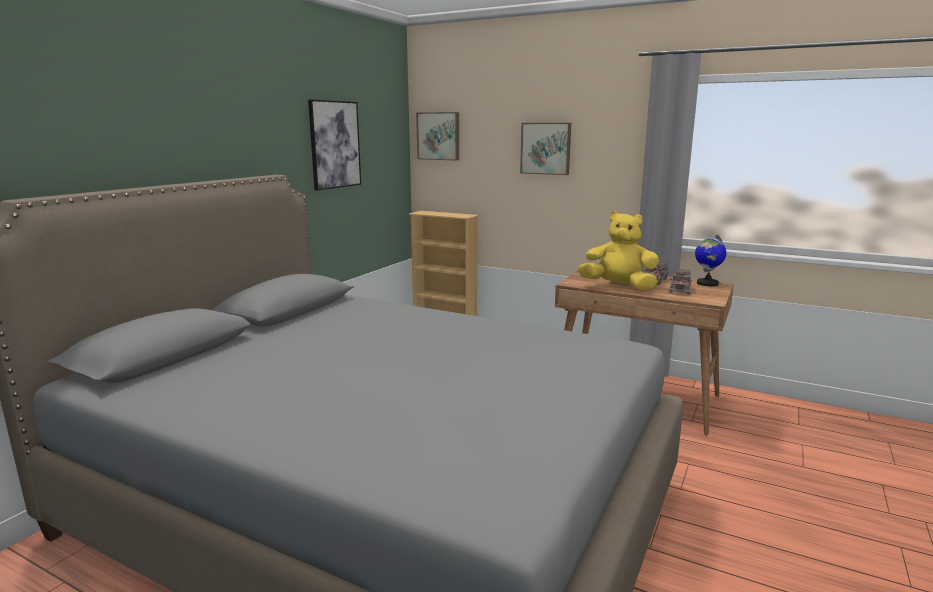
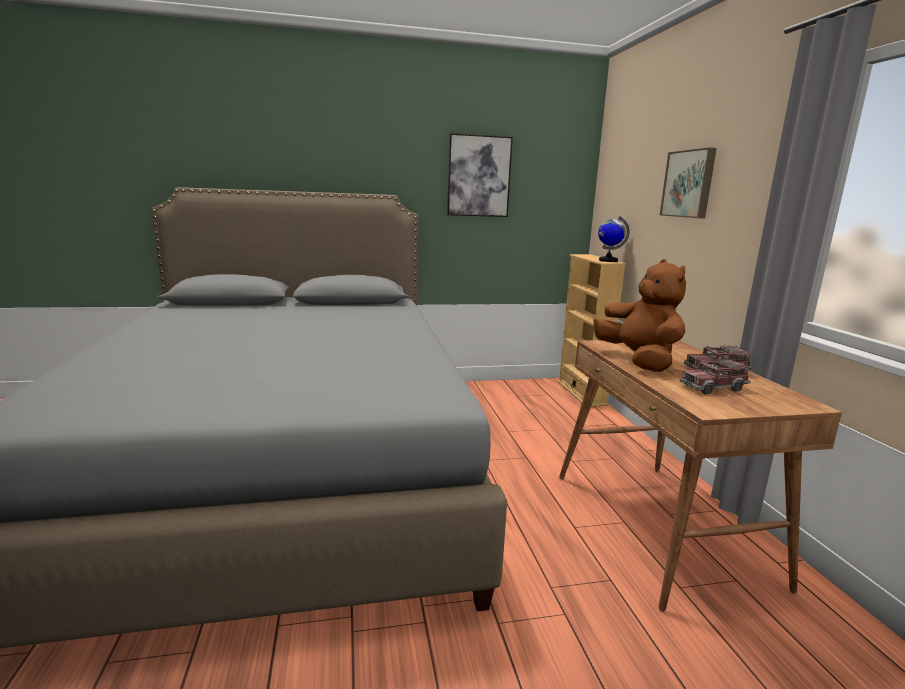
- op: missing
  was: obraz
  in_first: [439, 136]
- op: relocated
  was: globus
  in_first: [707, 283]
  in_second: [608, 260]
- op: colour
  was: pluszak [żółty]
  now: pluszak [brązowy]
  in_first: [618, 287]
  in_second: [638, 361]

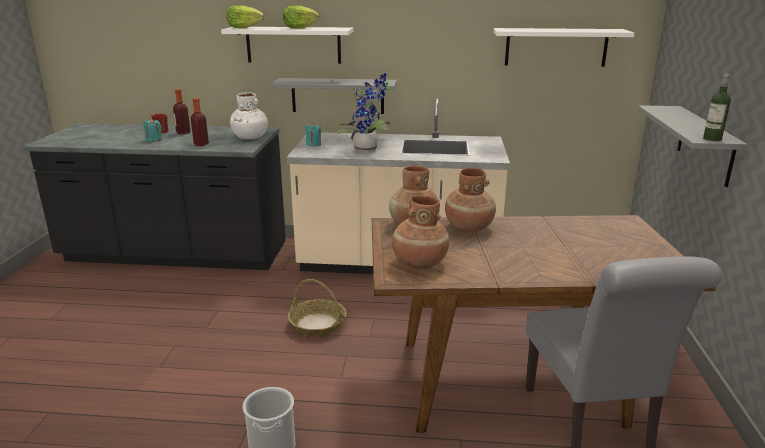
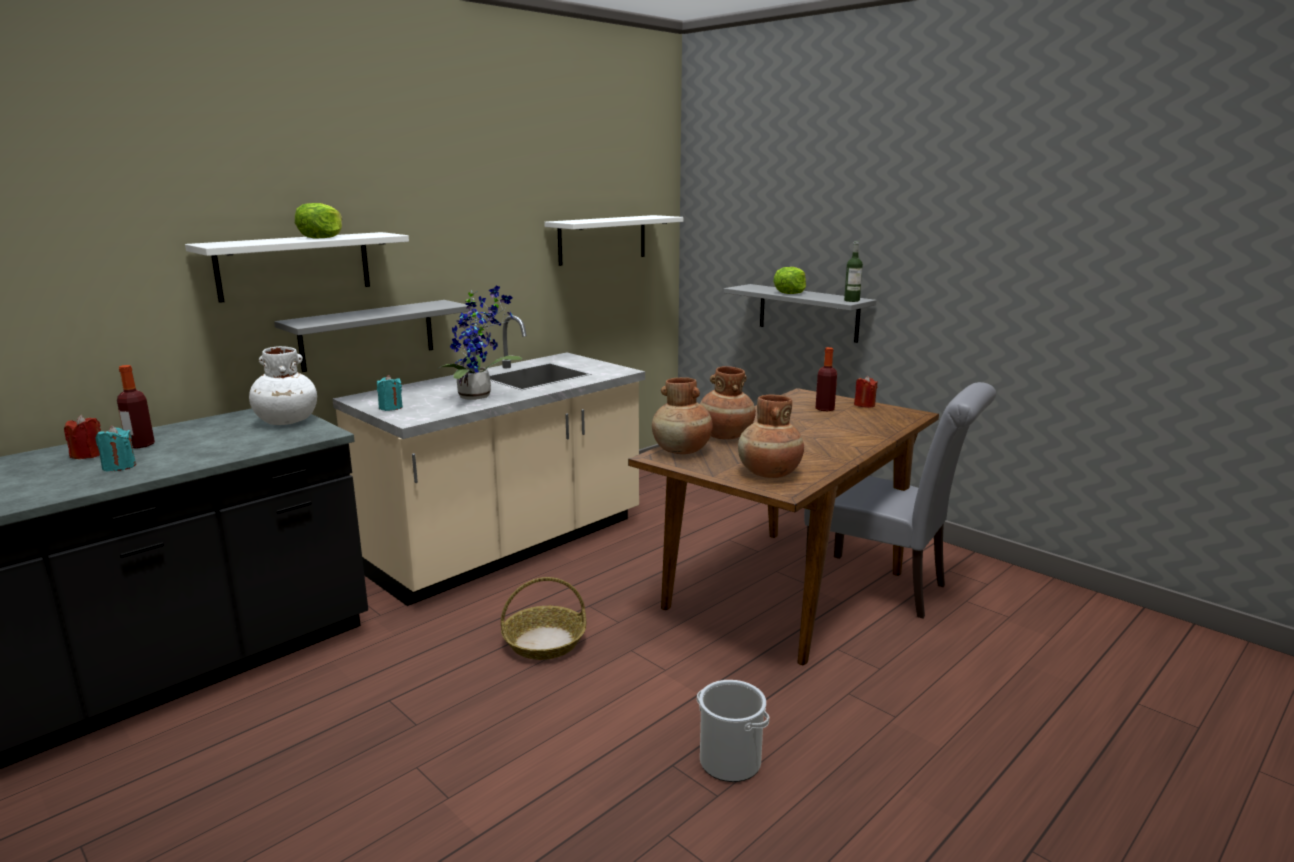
- op: appeared
  now: świeca [czerwony]
  in_second: [864, 405]
- op: relocated
  was: butelka
  in_first: [201, 144]
  in_second: [825, 409]
- op: relocated
  was: sałata
  in_first: [244, 27]
  in_second: [790, 292]

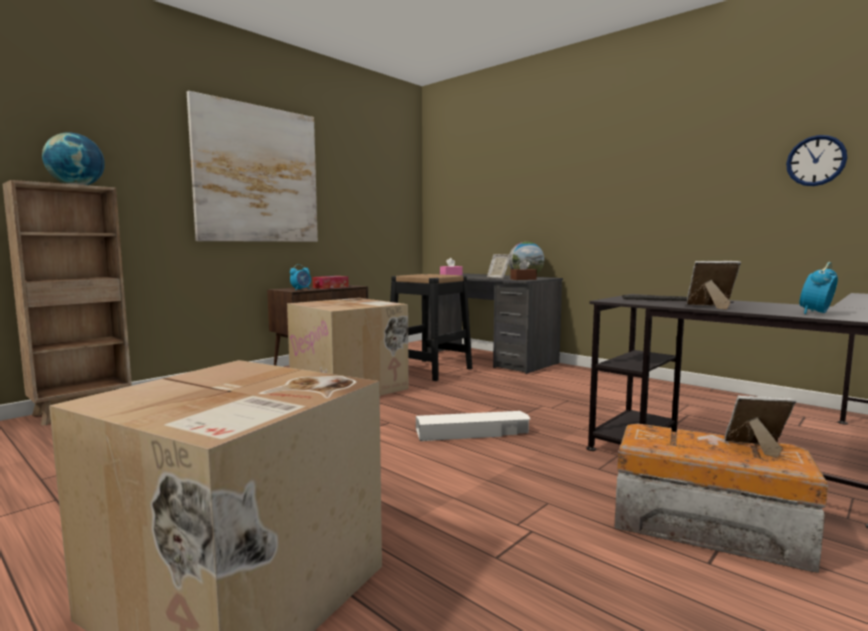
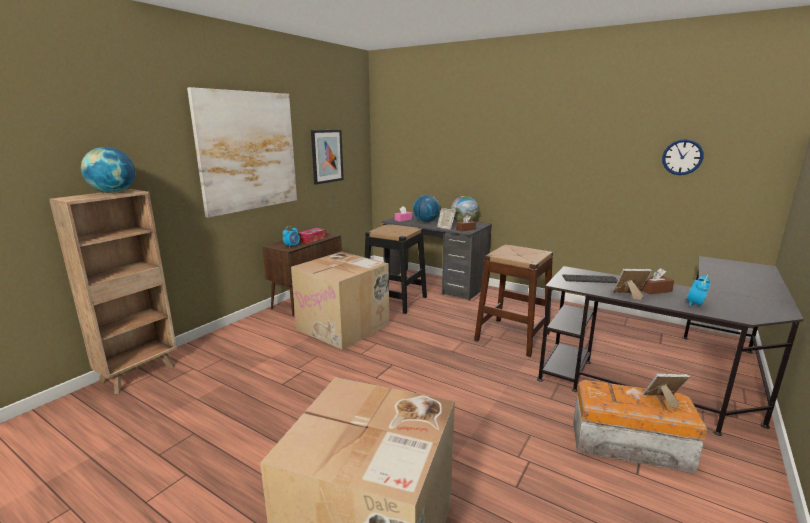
- op: missing
  was: pojemnik do przechowywania [biały]
  in_first: [472, 432]
- op: appeared
  now: obraz
  in_second: [327, 156]
- op: appeared
  now: globus
  in_second: [426, 221]
- op: appeared
  now: stołek [brązowy]
  in_second: [512, 336]
- op: appeared
  now: pudełko chusteczek [brązowy]
  in_second: [655, 290]

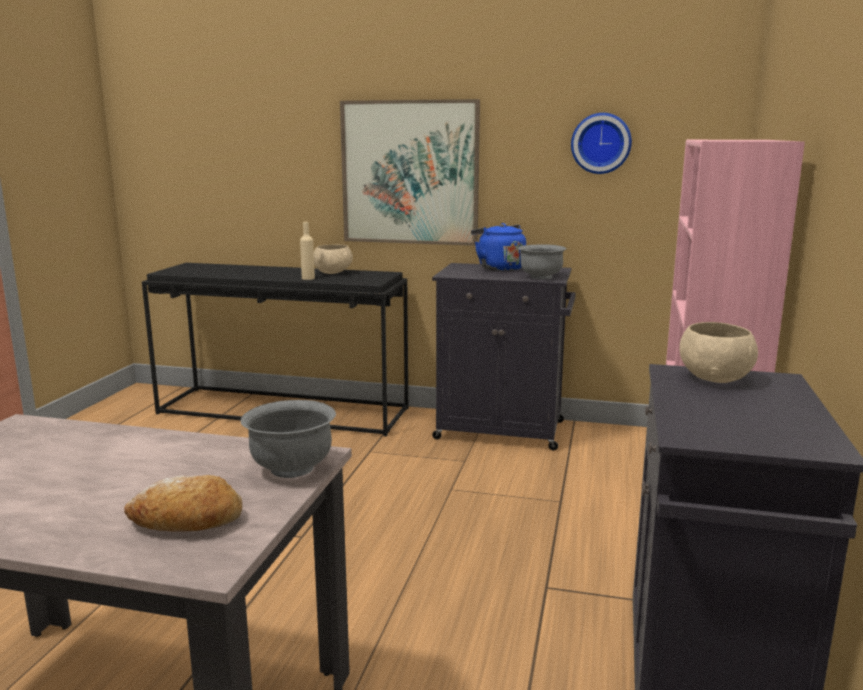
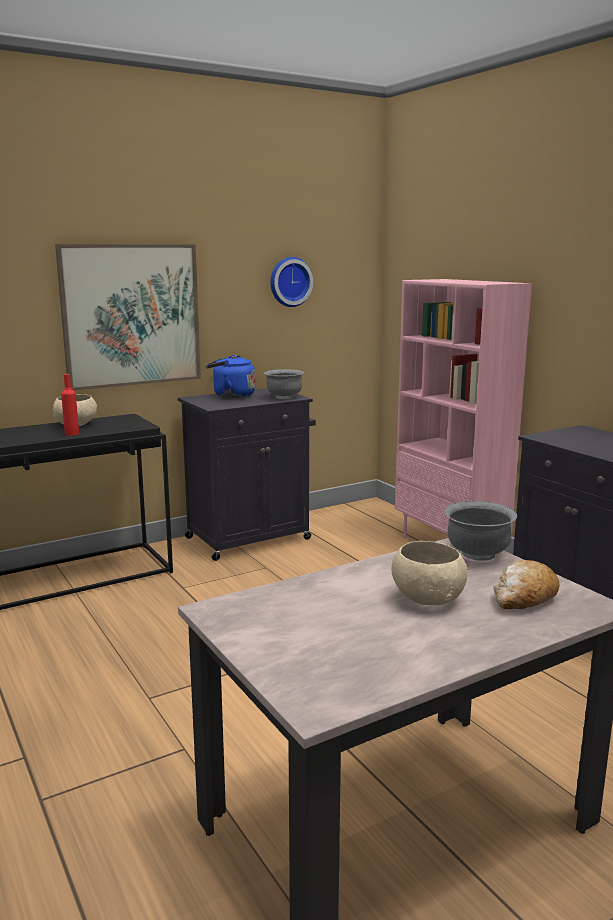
- op: relocated
  was: miska [beżowy]
  in_first: [714, 378]
  in_second: [427, 598]
- op: colour
  was: butelka [beżowy]
  now: butelka [czerwony]
  in_first: [308, 278]
  in_second: [72, 434]

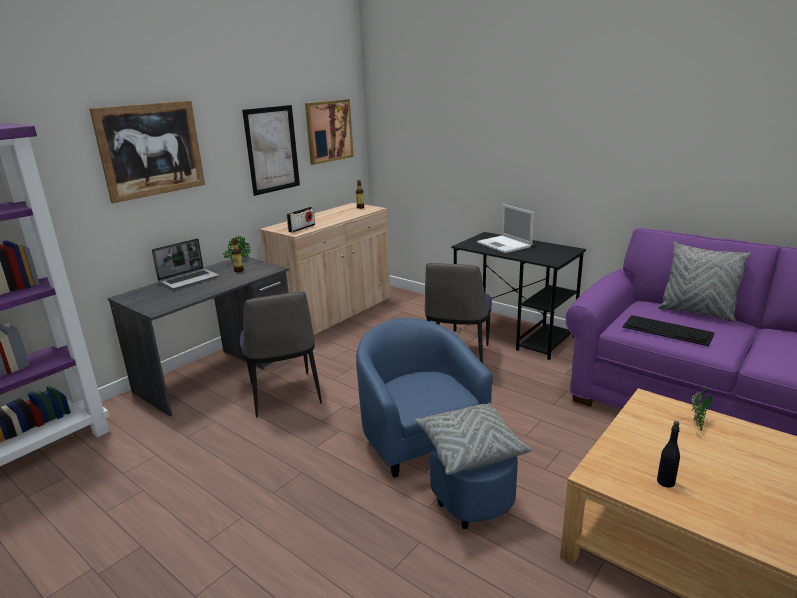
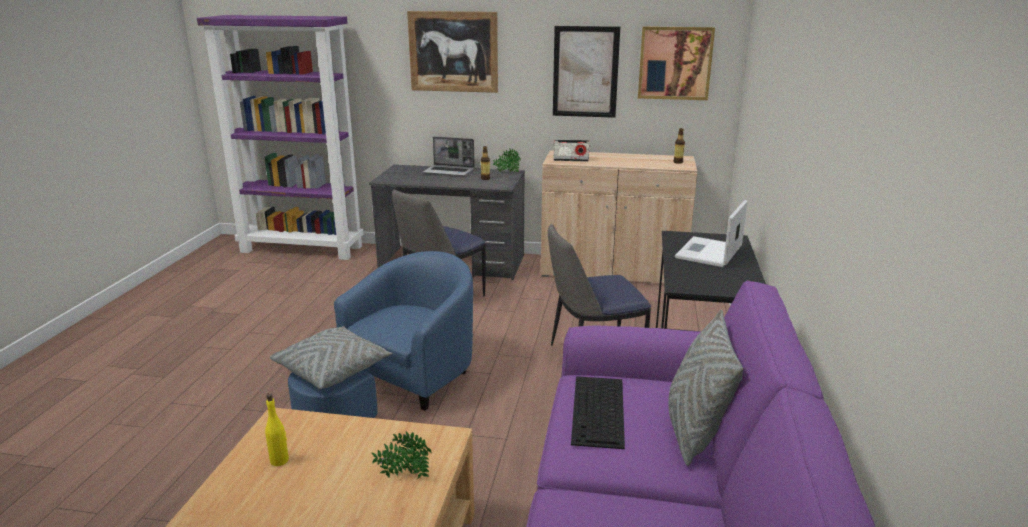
- op: colour
  was: butelka [czarny]
  now: butelka [żółty]
  in_first: [665, 482]
  in_second: [279, 460]

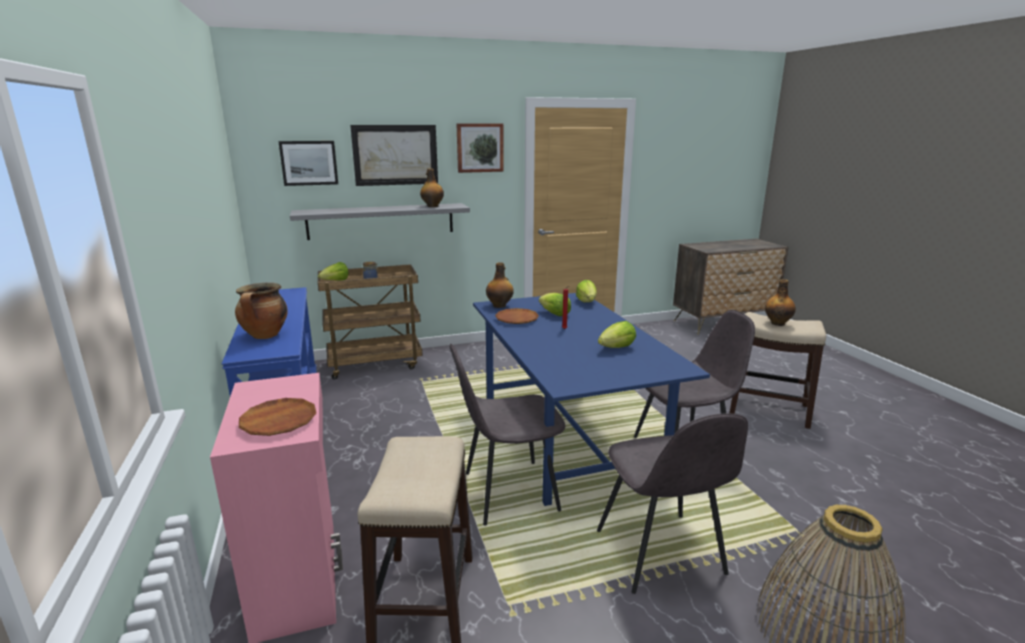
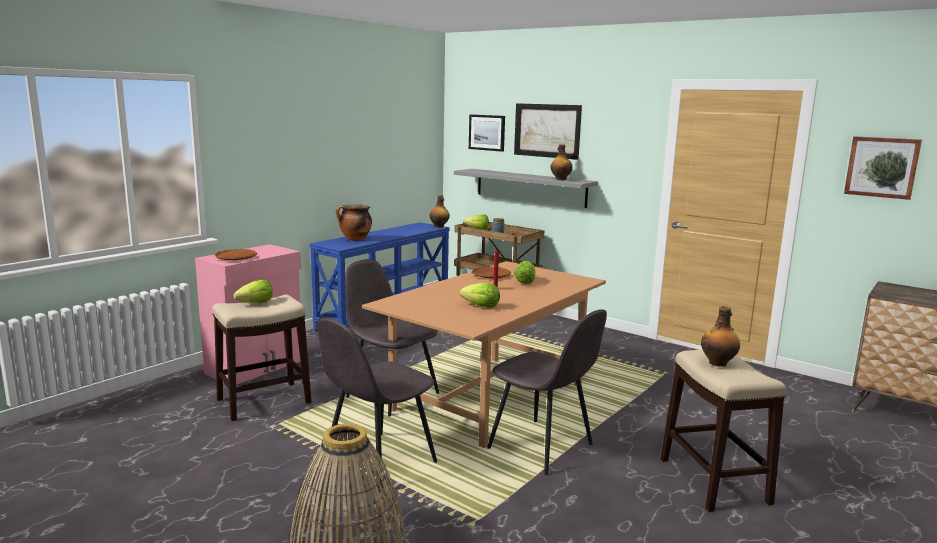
- op: relocated
  was: obraz
  in_first: [479, 147]
  in_second: [882, 167]
- op: relocated
  was: butelka
  in_first: [500, 306]
  in_second: [439, 226]
- op: relocated
  was: sałata
  in_first: [587, 302]
  in_second: [256, 303]
- op: colour
  was: stół jadalny [niebieski]
  now: stół jadalny [brązowy]
  in_first: [569, 440]
  in_second: [490, 398]

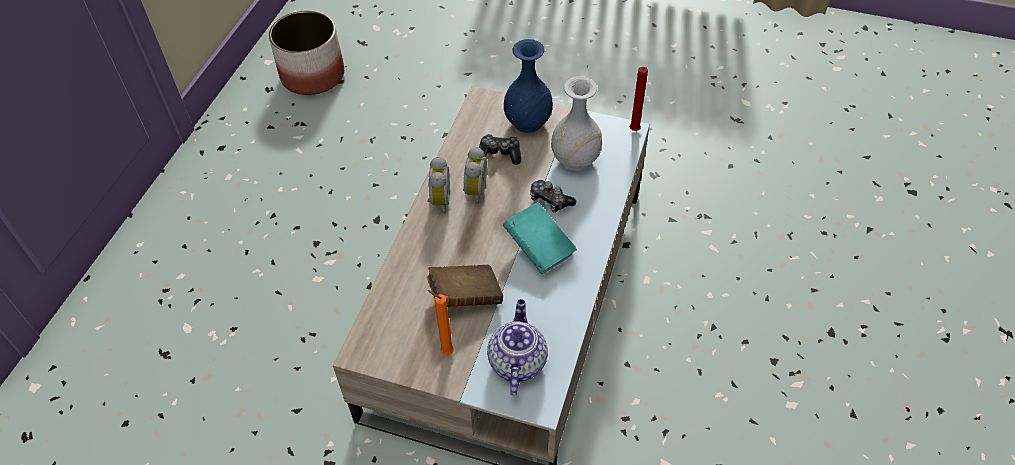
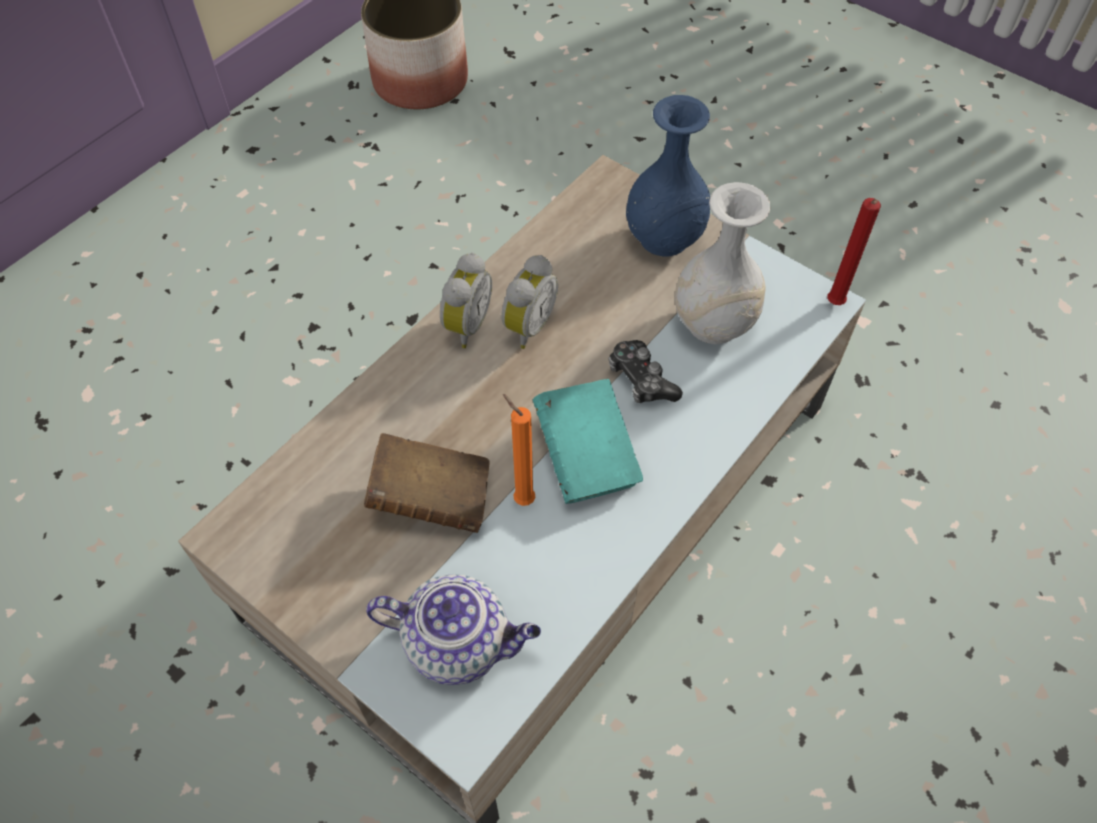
- op: missing
  was: pad do gier
  in_first: [499, 154]
- op: relocated
  was: świeca [pomarańczowy]
  in_first: [445, 351]
  in_second: [521, 498]
- op: spun
  was: imbryk
  in_first: [516, 361]
  in_second: [460, 642]
  clockwise: 75

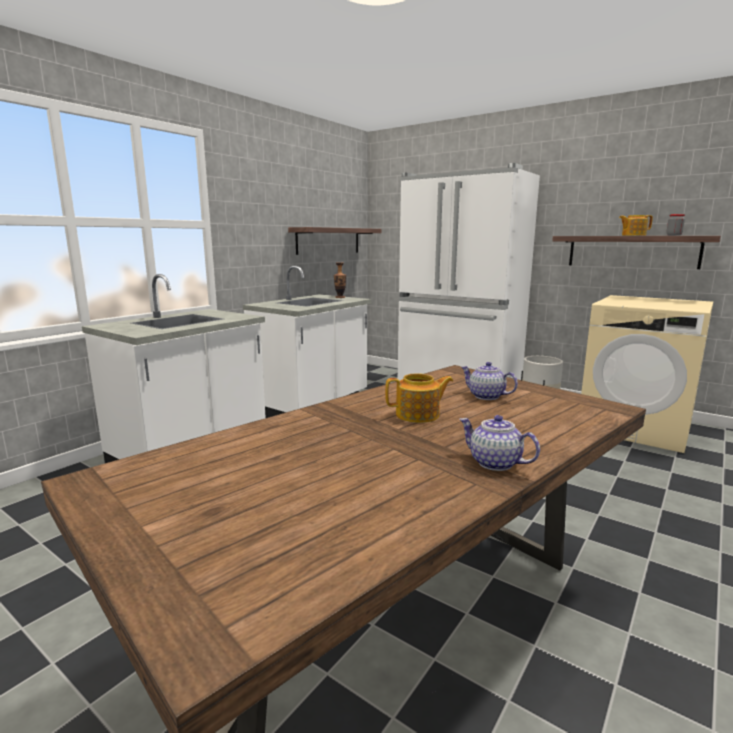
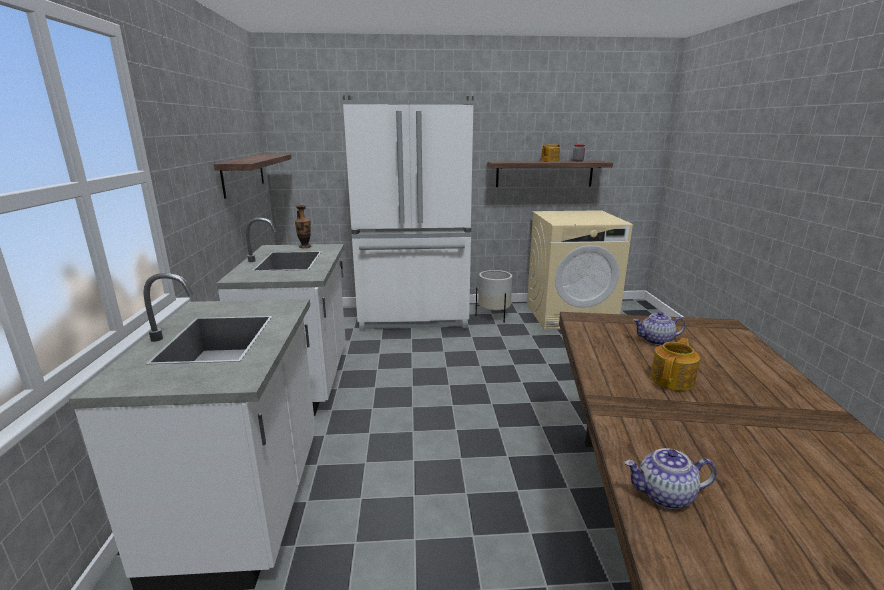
- op: relocated
  was: imbryk
  in_first: [494, 463]
  in_second: [664, 496]

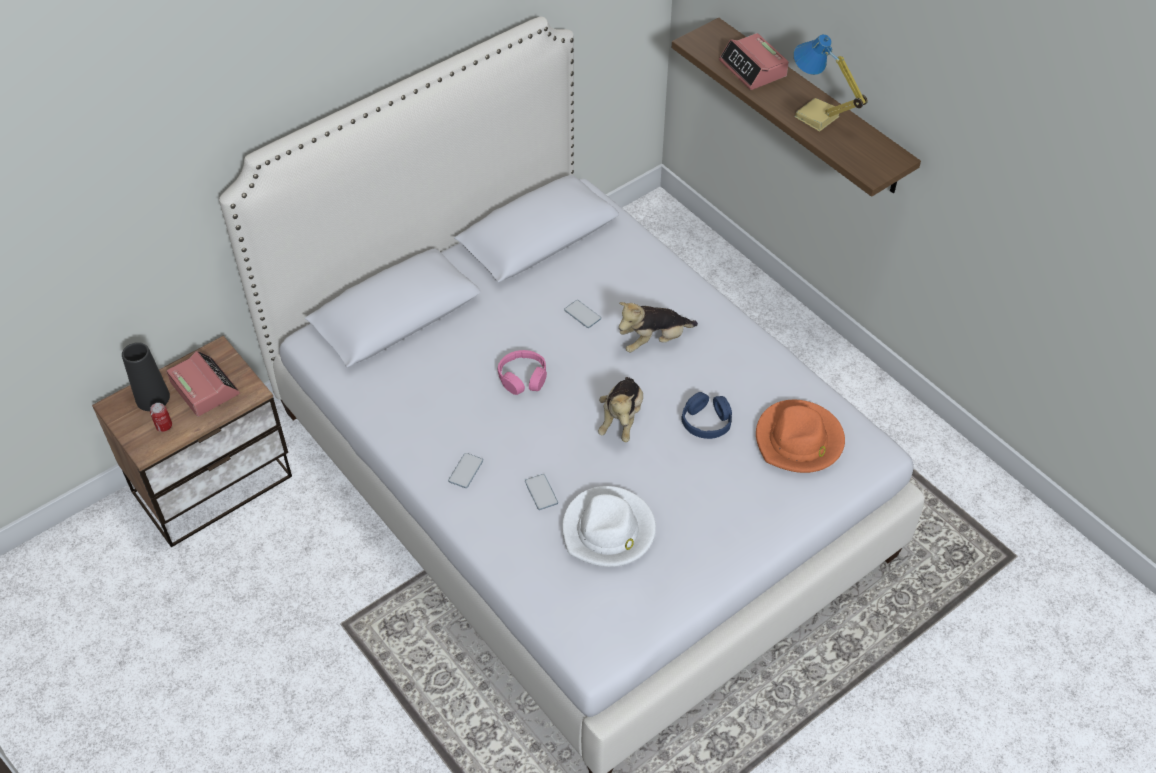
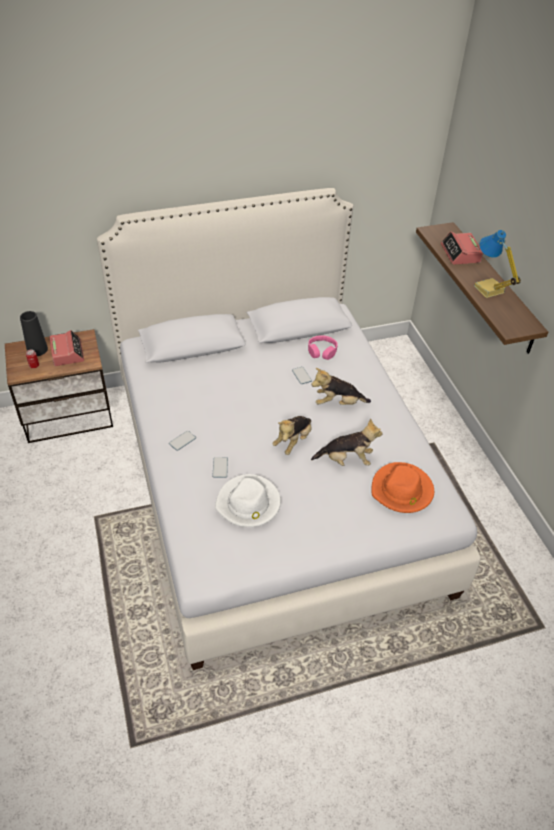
- op: relocated
  was: słuchawki [różowy]
  in_first: [523, 378]
  in_second: [322, 351]
- op: exchanged
  was: słuchawki [niebieski]
  now: pluszak
  in_first: [706, 421]
  in_second: [346, 460]

